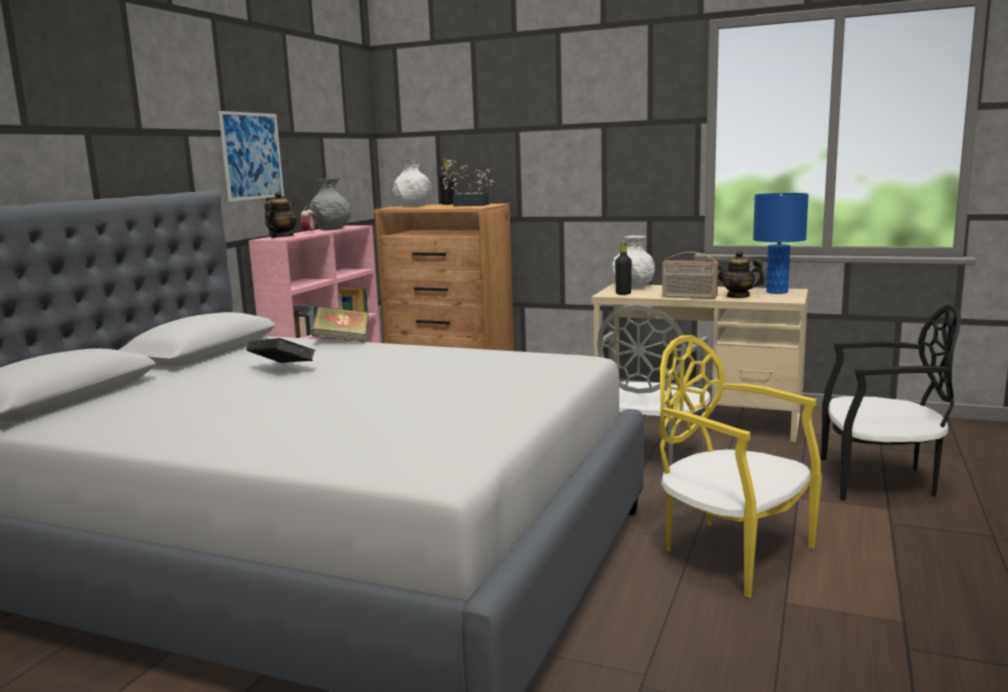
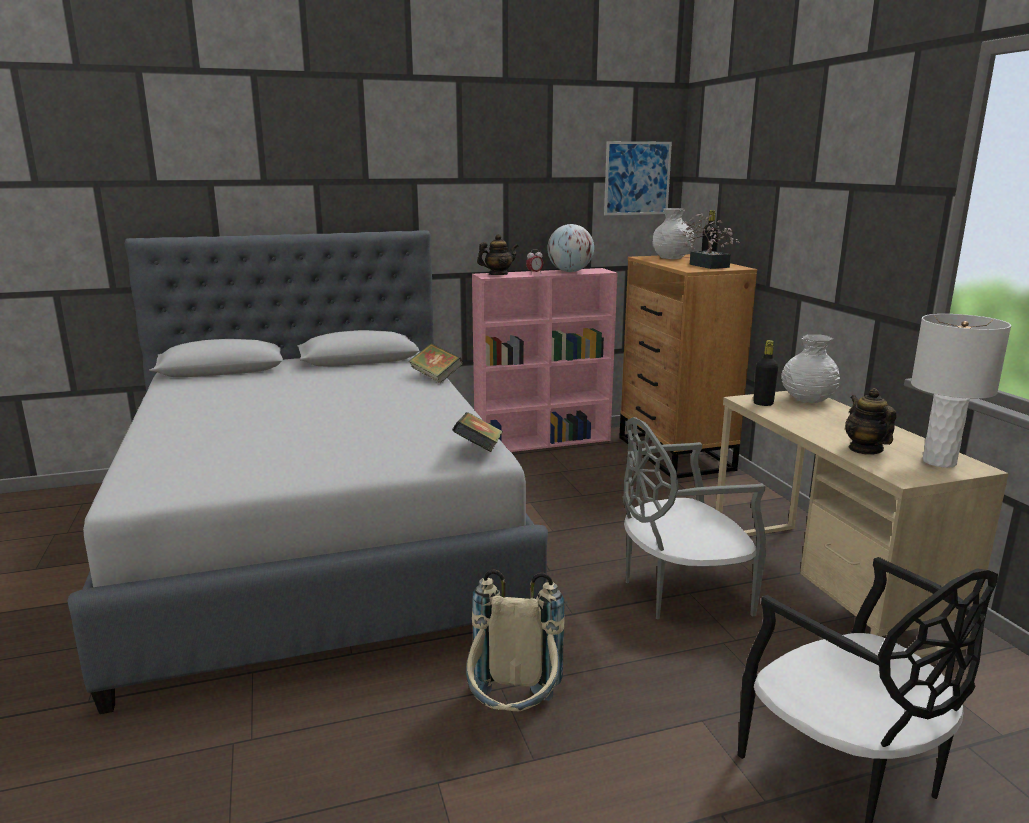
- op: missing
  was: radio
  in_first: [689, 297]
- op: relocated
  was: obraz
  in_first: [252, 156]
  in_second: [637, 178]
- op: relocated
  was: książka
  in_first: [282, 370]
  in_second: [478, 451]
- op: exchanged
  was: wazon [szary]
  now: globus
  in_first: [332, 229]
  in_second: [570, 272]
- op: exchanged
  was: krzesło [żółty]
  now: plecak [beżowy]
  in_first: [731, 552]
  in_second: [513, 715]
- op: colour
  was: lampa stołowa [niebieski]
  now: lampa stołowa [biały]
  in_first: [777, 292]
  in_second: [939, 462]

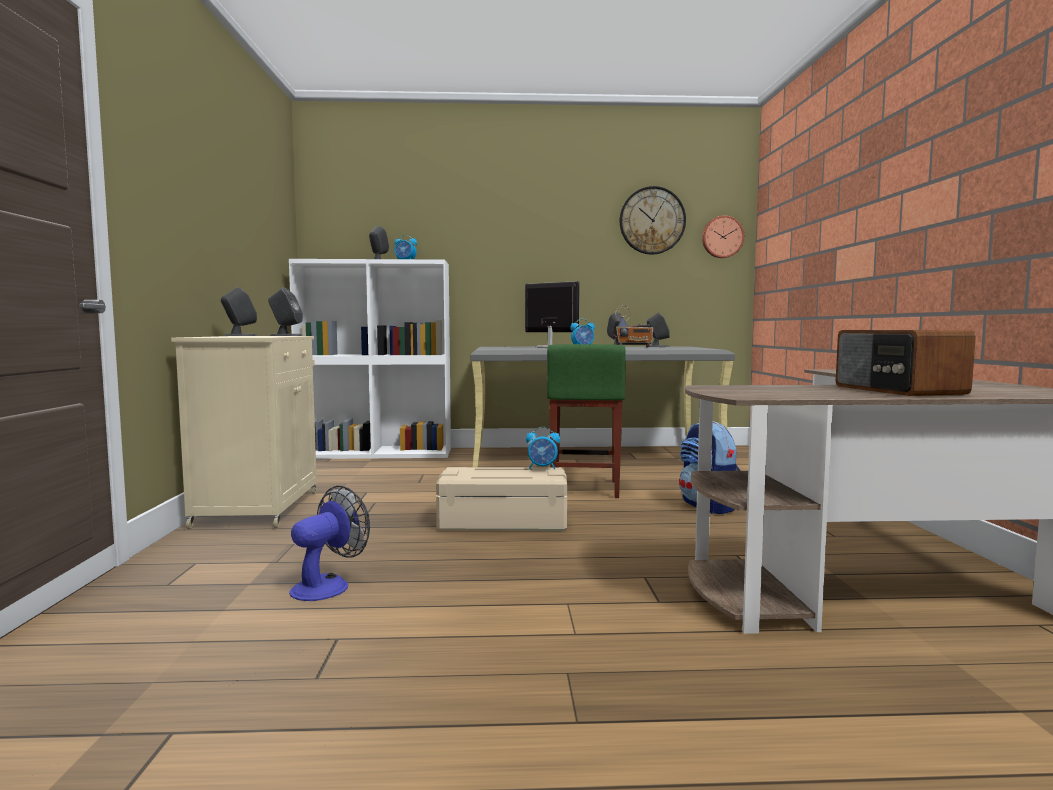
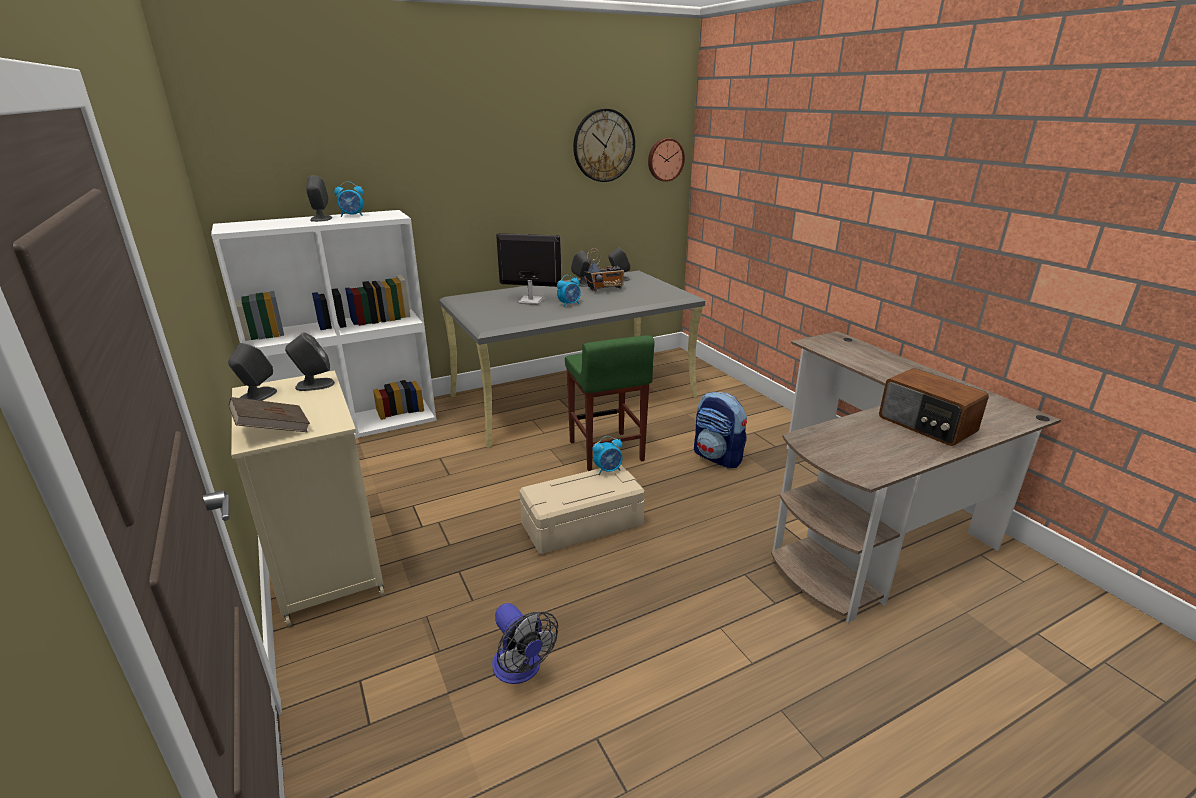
- op: appeared
  now: książka [brązowy]
  in_second: [273, 430]
- op: spun
  was: wentylator
  in_first: [328, 585]
  in_second: [521, 670]
  clockwise: 135

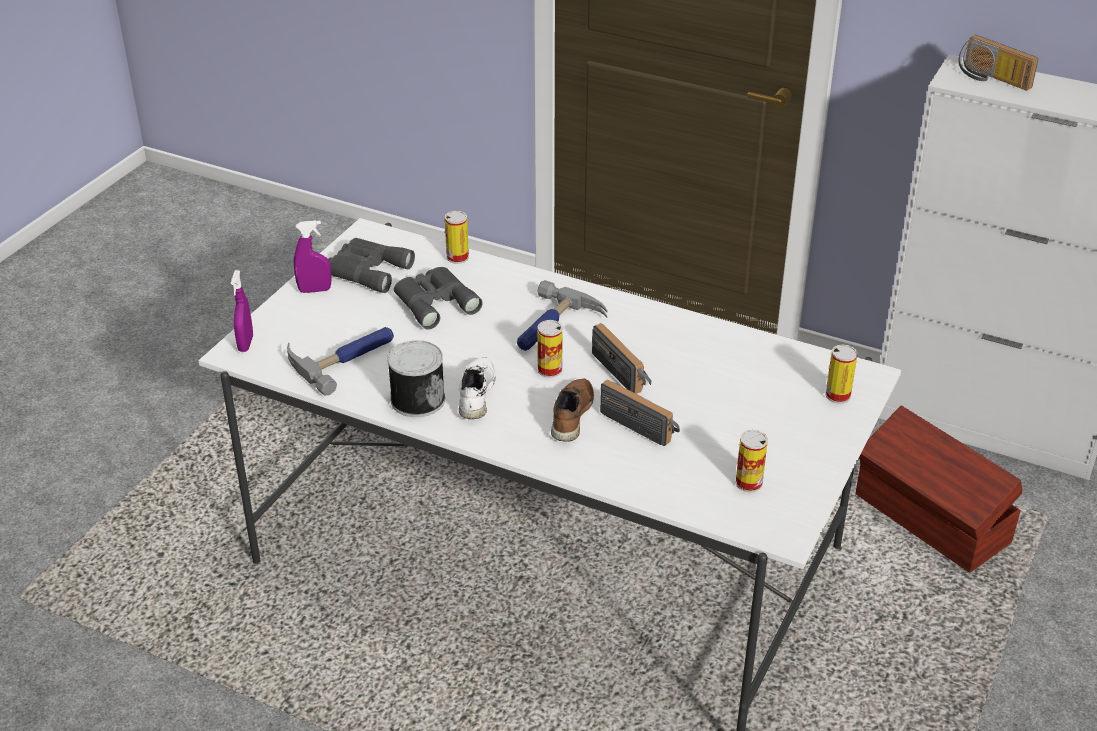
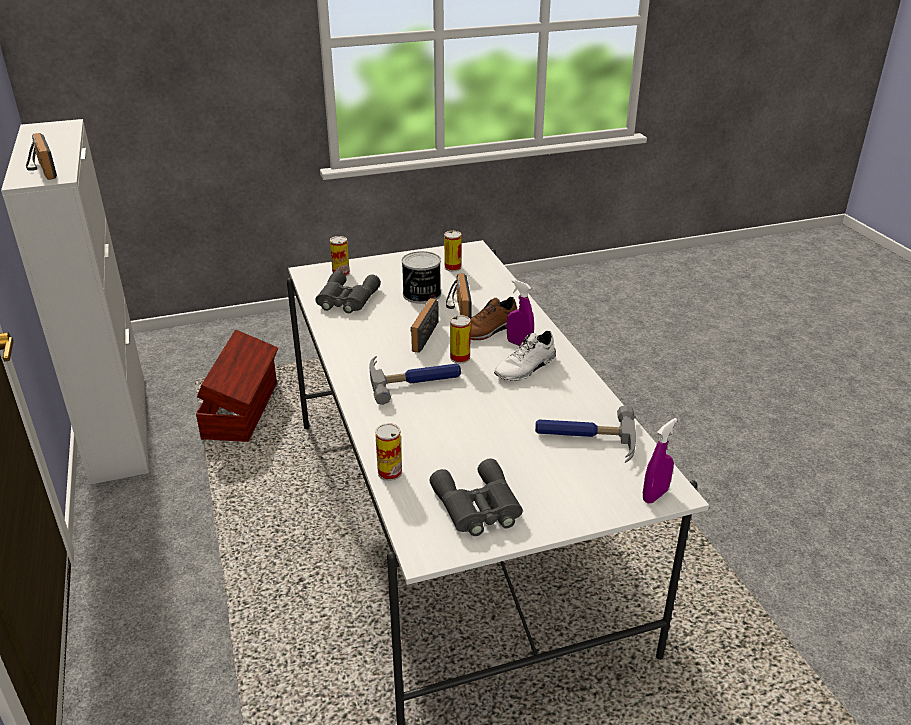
- op: relocated
  was: spryskiwacz [fioletowy]
  in_first: [315, 290]
  in_second: [519, 344]
- op: relocated
  was: puszka
  in_first: [417, 399]
  in_second: [421, 295]
- op: relocated
  was: lornetka [szary]
  in_first: [434, 302]
  in_second: [346, 300]
- op: spun
  was: radio
  in_first: [991, 79]
  in_second: [40, 170]
  clockwise: 150

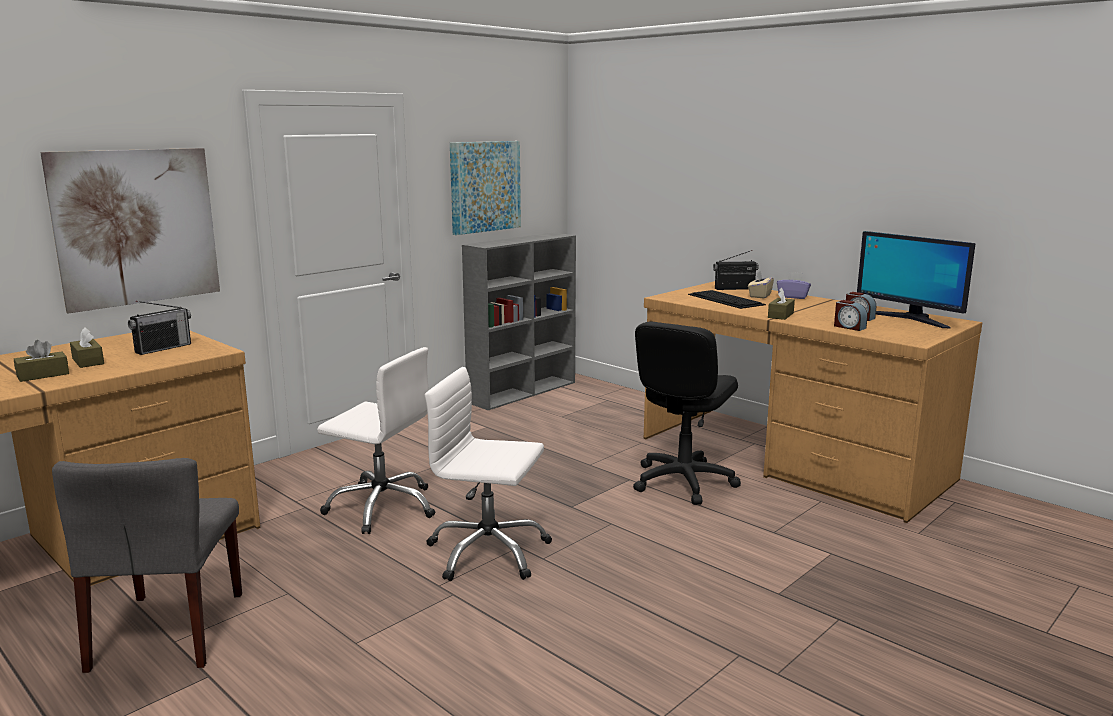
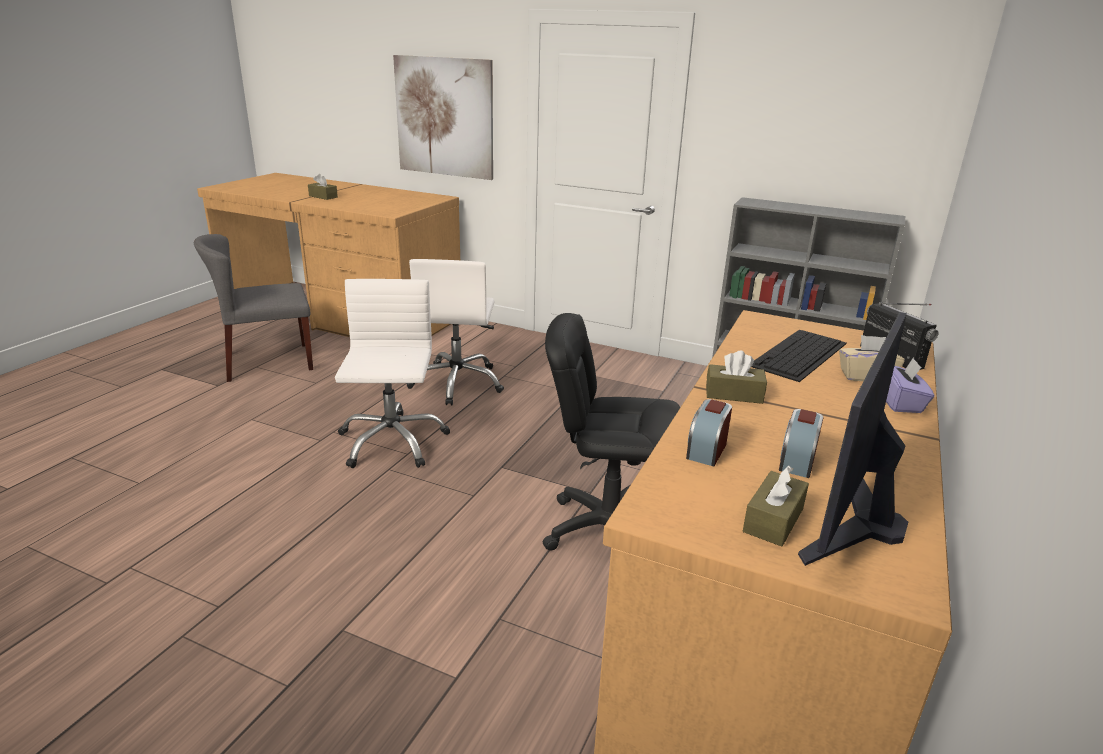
- op: missing
  was: radio
  in_first: [163, 348]
- op: missing
  was: obraz
  in_first: [485, 186]
- op: relocated
  was: pudełko chusteczek [brązowy]
  in_first: [88, 361]
  in_second: [773, 520]

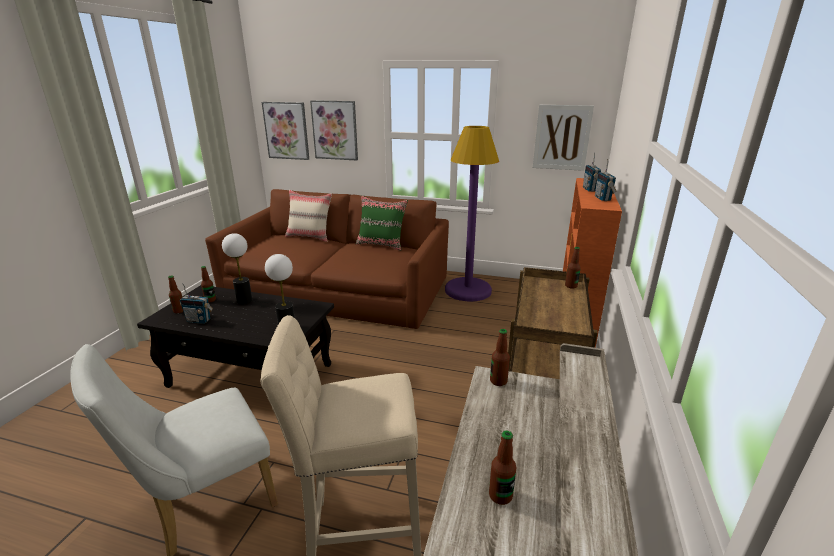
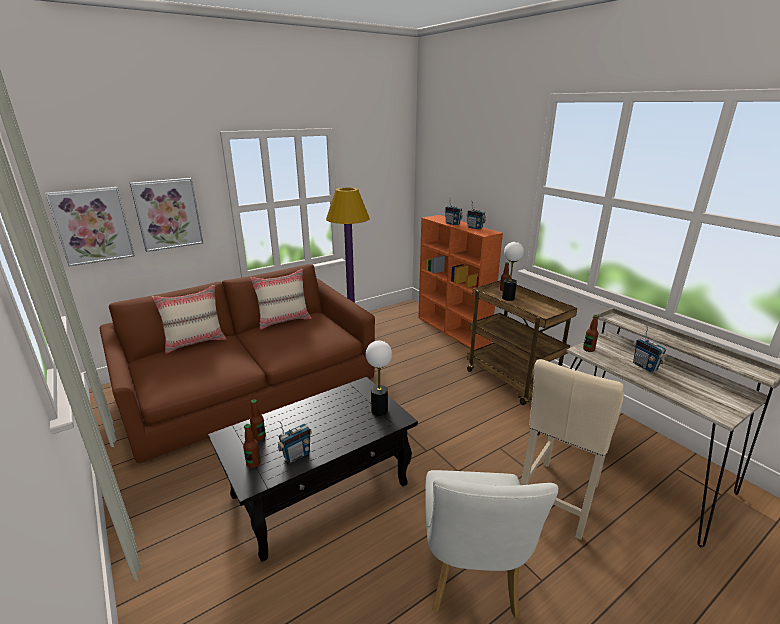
- op: missing
  was: butelka
  in_first: [500, 495]
- op: missing
  was: obraz
  in_first: [561, 137]
- op: appeared
  now: radio
  in_second: [645, 366]
- op: relocated
  was: lampa stołowa
  in_first: [244, 300]
  in_second: [508, 298]
- op: colour
  was: poduszka [zielony]
  now: poduszka [beżowy]
  in_first: [381, 245]
  in_second: [284, 320]

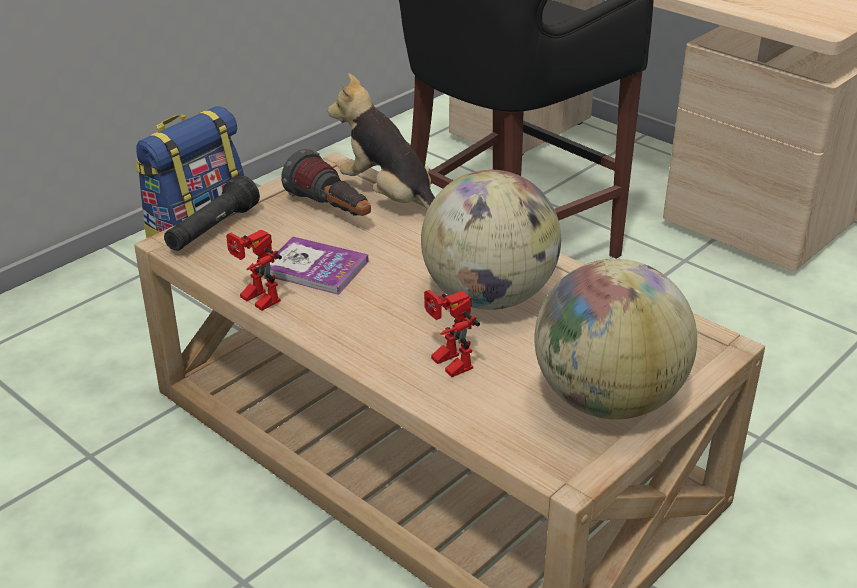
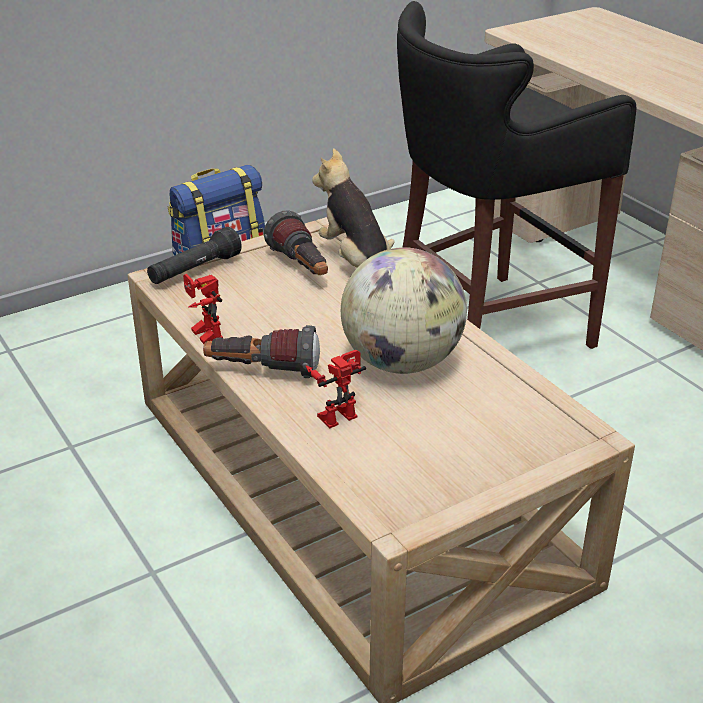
- op: missing
  was: książka
  in_first: [315, 268]
- op: missing
  was: globus
  in_first: [607, 400]
- op: appeared
  now: latarka
  in_second: [263, 372]
- op: spun
  was: robot zabawkowy
  in_first: [445, 363]
  in_second: [337, 413]
  clockwise: 75

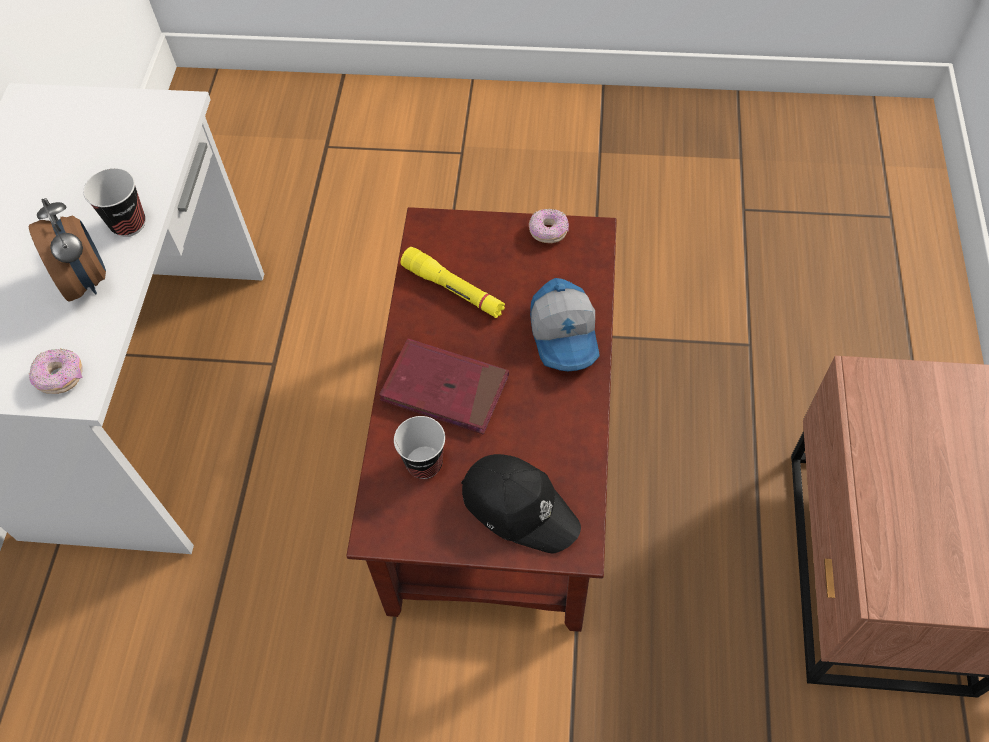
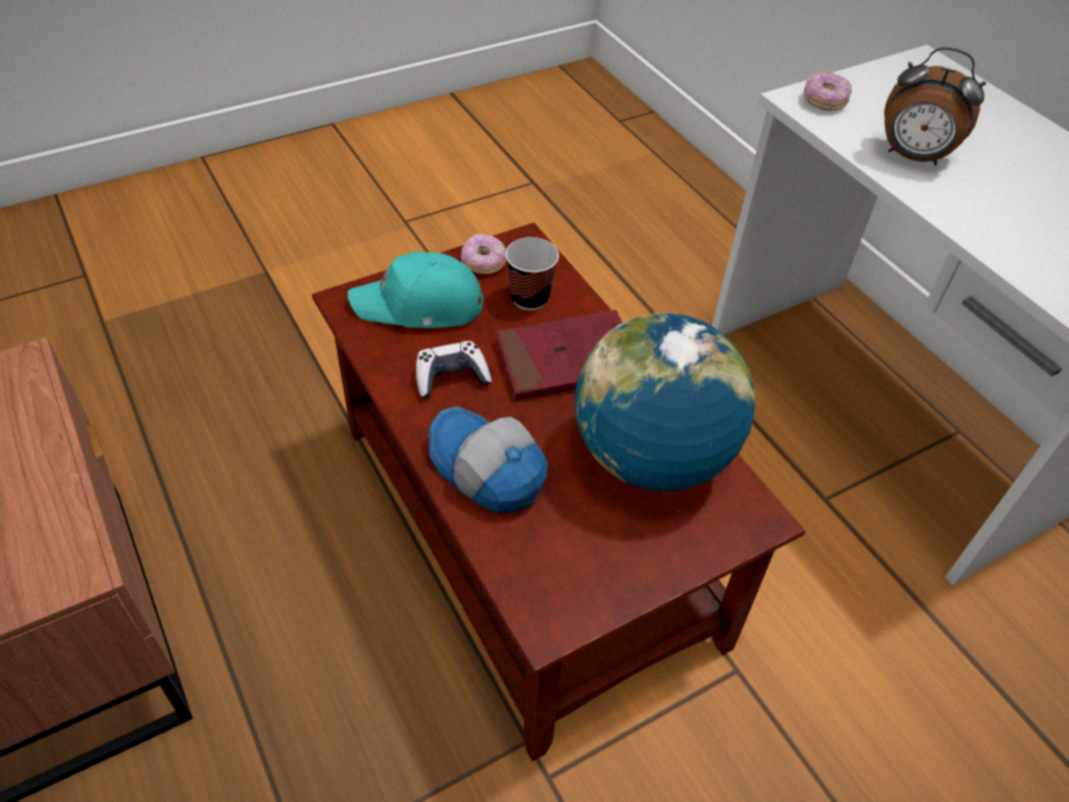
- op: missing
  was: filiżanka
  in_first: [128, 224]
- op: appeared
  now: pad do gier
  in_second: [451, 377]
- op: relocated
  was: donut
  in_first: [548, 232]
  in_second: [483, 263]
- op: exchanged
  was: latarka [żółty]
  now: globus
  in_first: [453, 289]
  in_second: [651, 457]
- op: colour
  was: czapka z daszkiem [czarny]
  now: czapka z daszkiem [turkusowy]
  in_first: [519, 506]
  in_second: [420, 306]

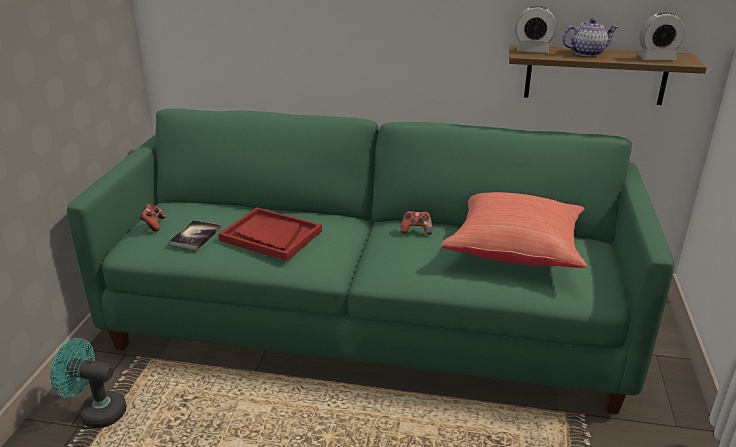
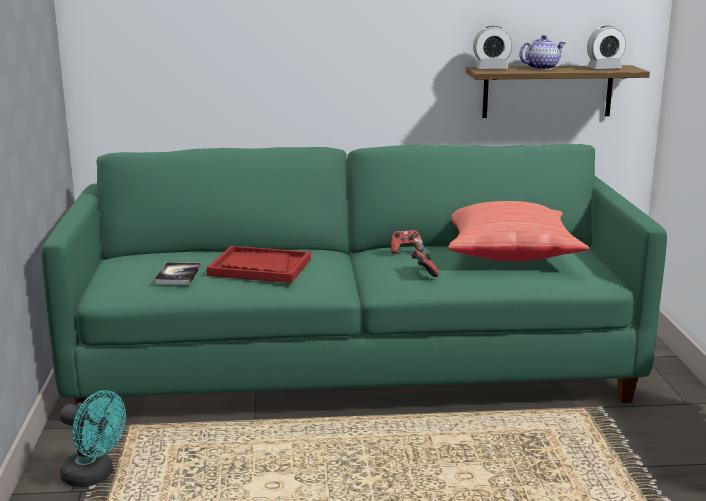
- op: relocated
  was: pad do gier
  in_first: [153, 225]
  in_second: [424, 272]
- op: spun
  was: wentylator [turkusowy]
  in_first: [96, 412]
  in_second: [94, 476]
  clockwise: -150

